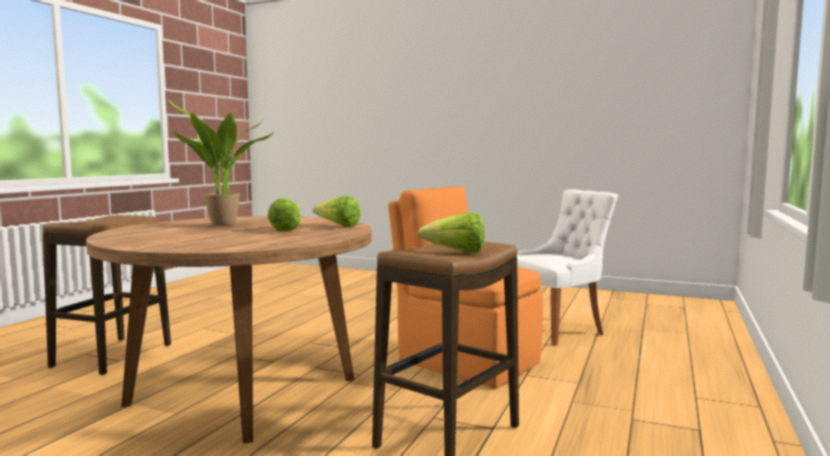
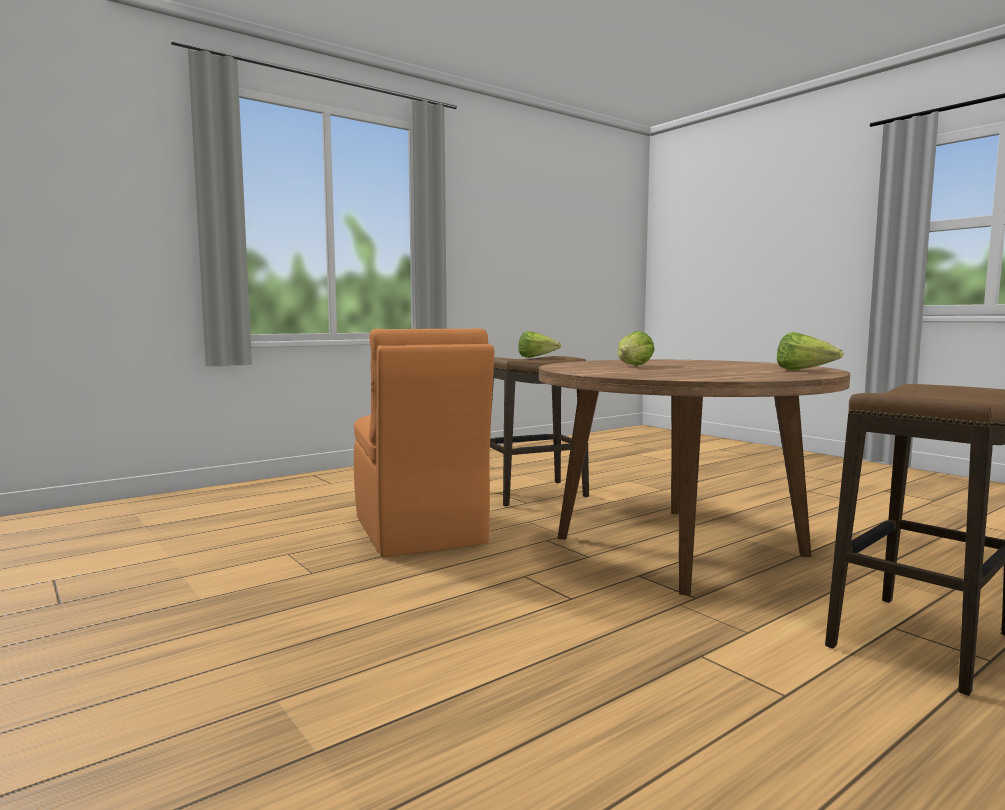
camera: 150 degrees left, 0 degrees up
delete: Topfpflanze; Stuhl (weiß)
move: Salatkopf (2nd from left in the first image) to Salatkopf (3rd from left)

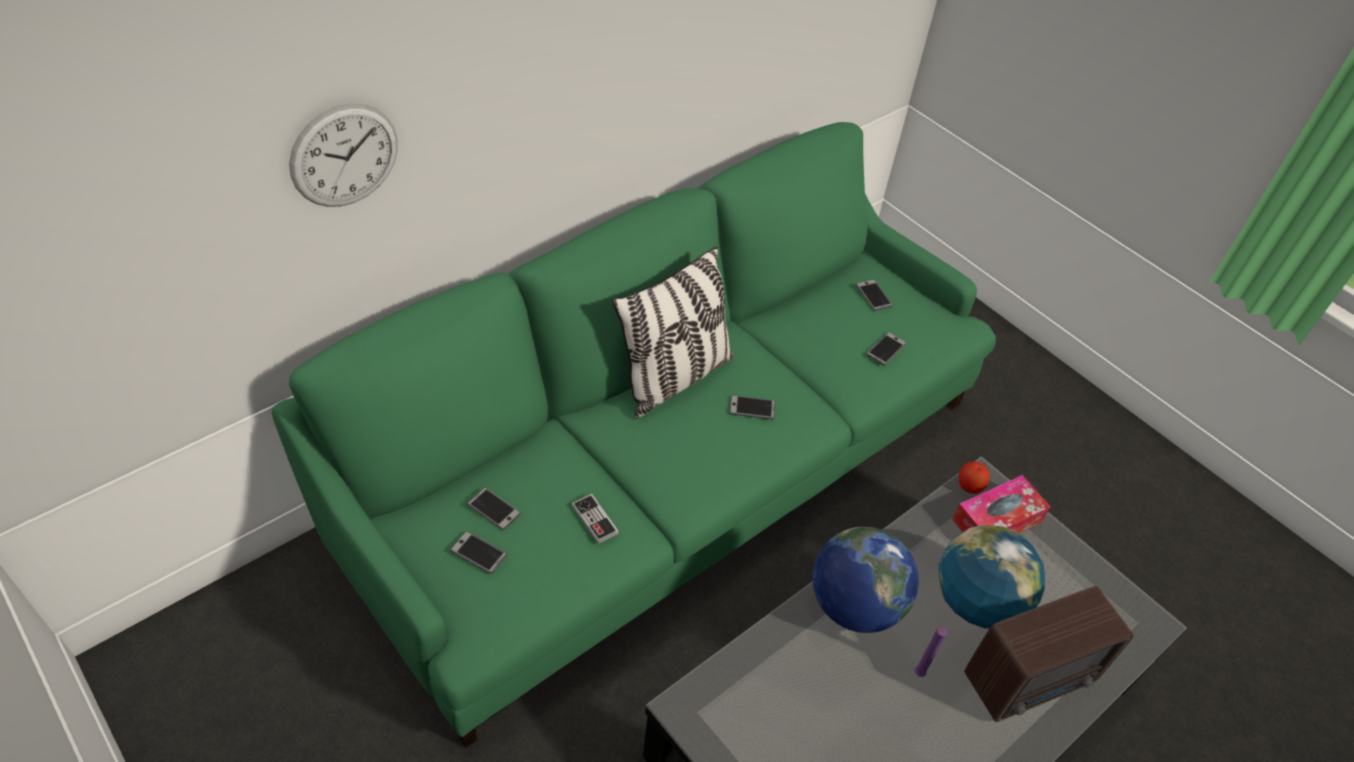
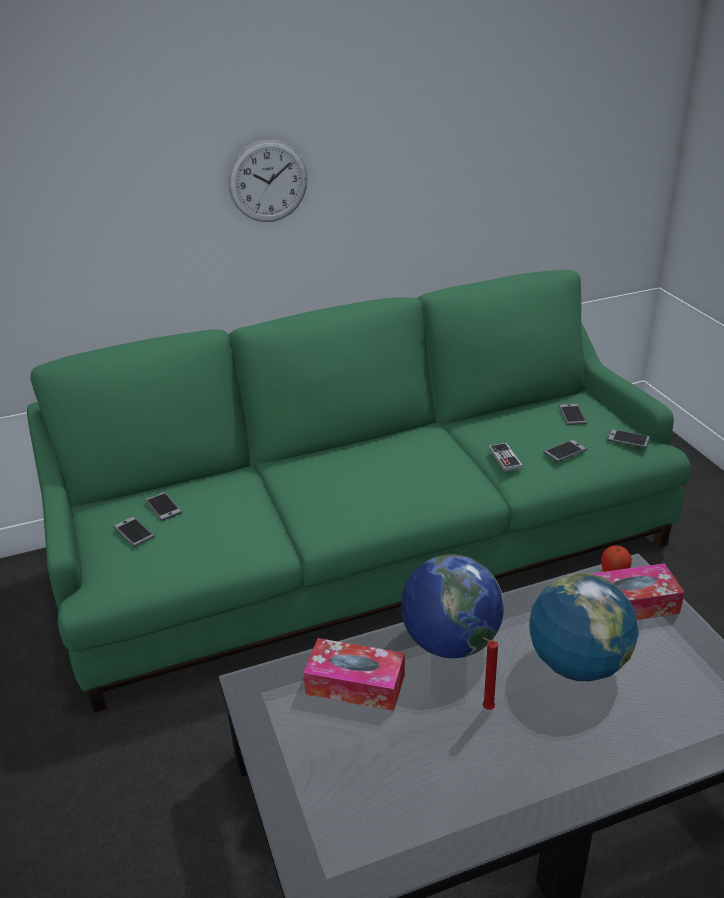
camera: 25 degrees right, 15 degrees down
delete: Kissen; Radio
insert: Taschentuchbox (1st from left)
move: Wanduhr; Handy (3rd from left in the first image) to Handy (5th from left); Gamepad
recolor: Kerze (lila) to Kerze (rot)

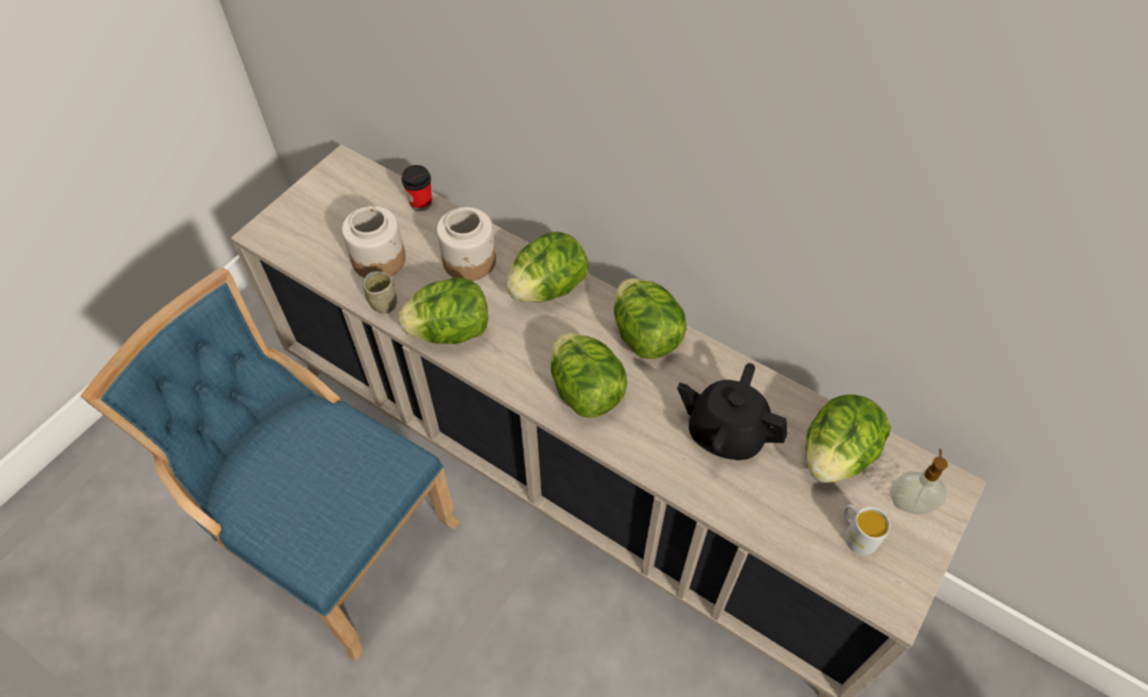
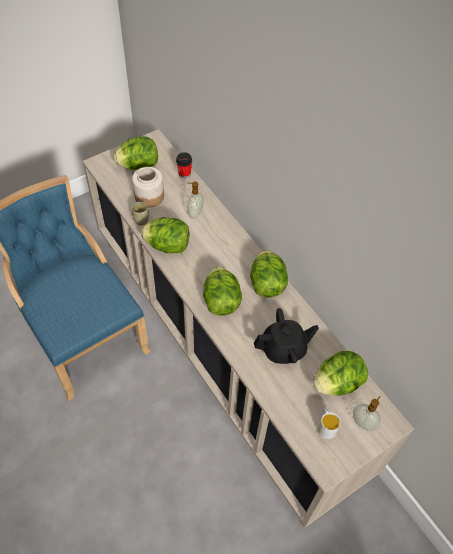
camera: 20 degrees right, 0 degrees up
move: Salatkopf (2nd from left in the first image) to Salatkopf (1st from left)
replace: Vorratsglas (2nd from left) to Seifenspender (1st from left)
rotate: Teekanne (schwarz) 120 degrees clockwise

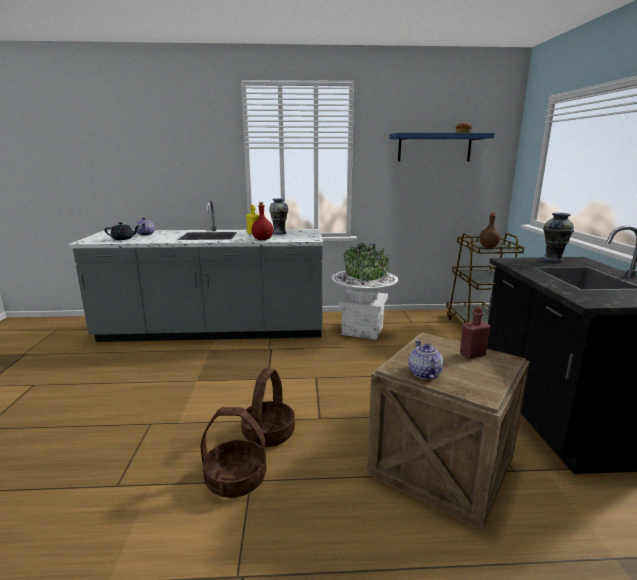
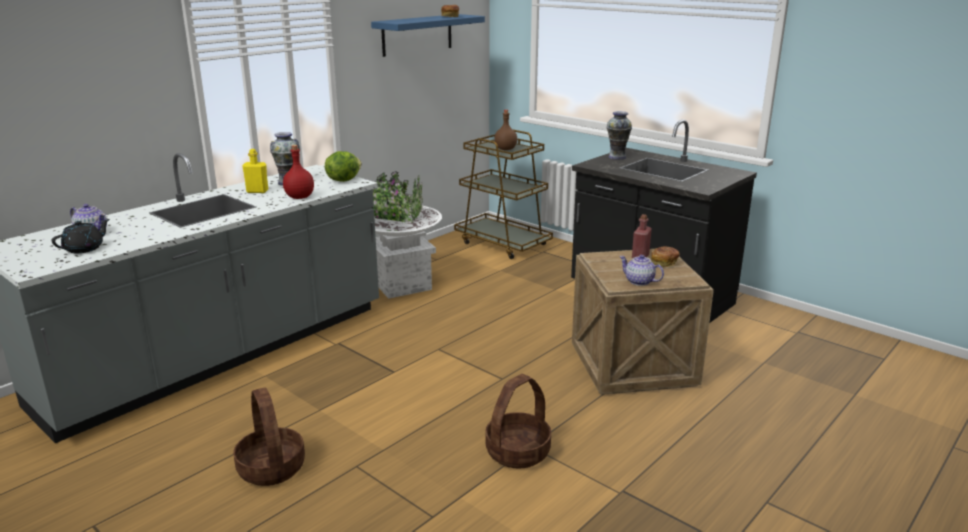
camera: 45 degrees left, 5 degrees up
insert: Salatkopf; Brot (2nd from left)
move: Korb (2nd from left in the first image) to Korb (1st from left)

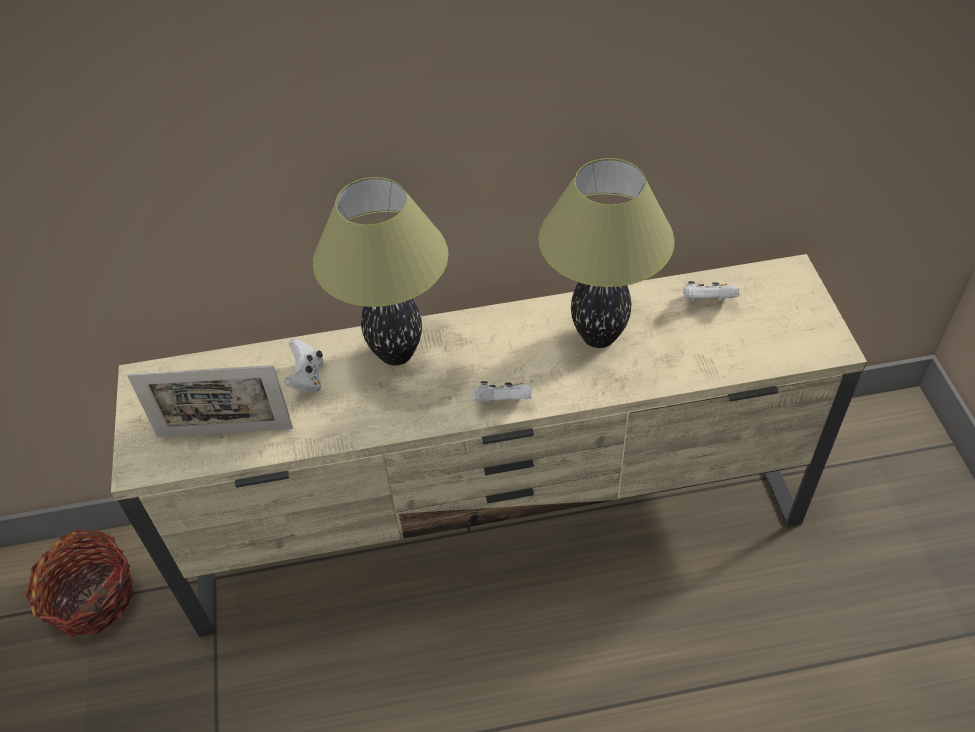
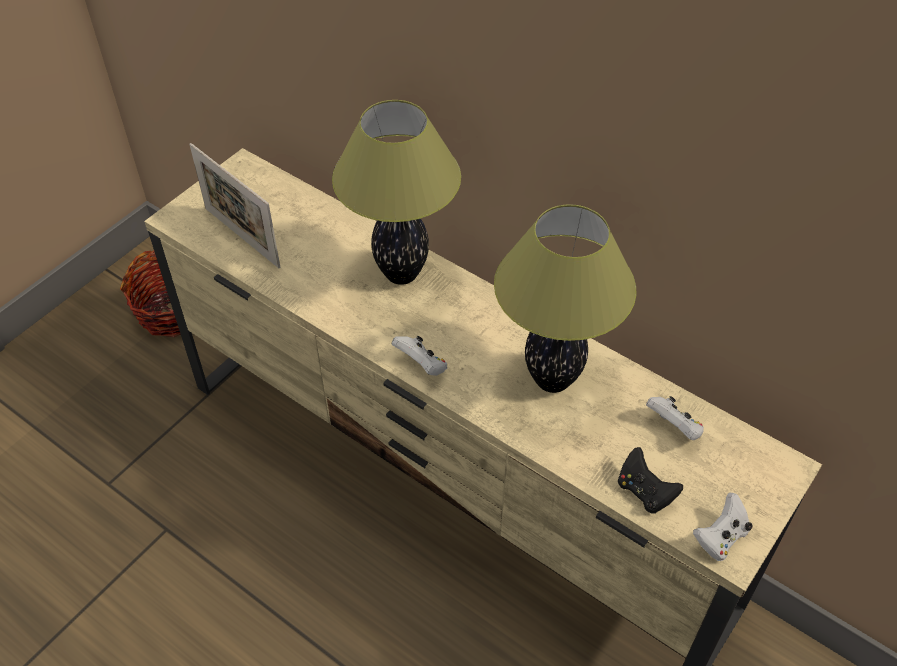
camera: 45 degrees right, 0 degrees up
insert: Gamepad (schwarz)
move: Gamepad (weiß) (1st from left in the first image) to Gamepad (weiß) (3rd from left)

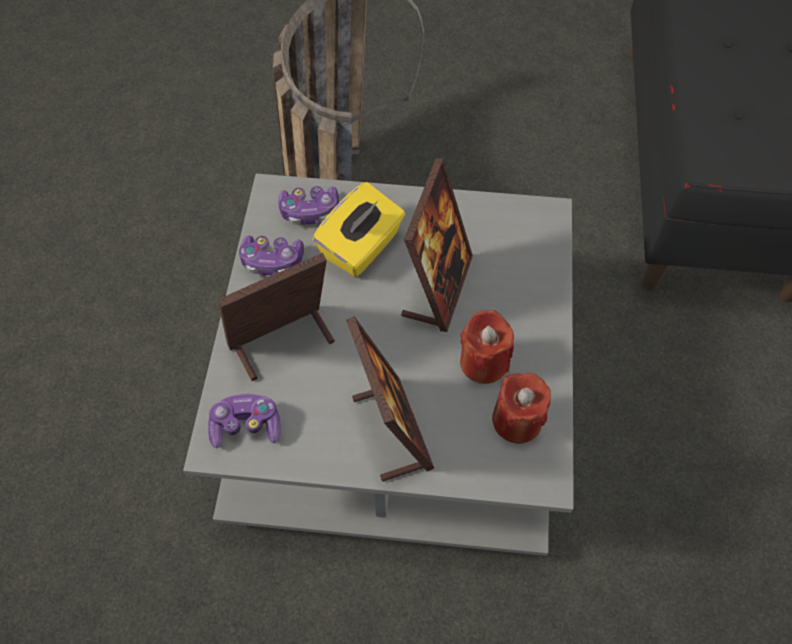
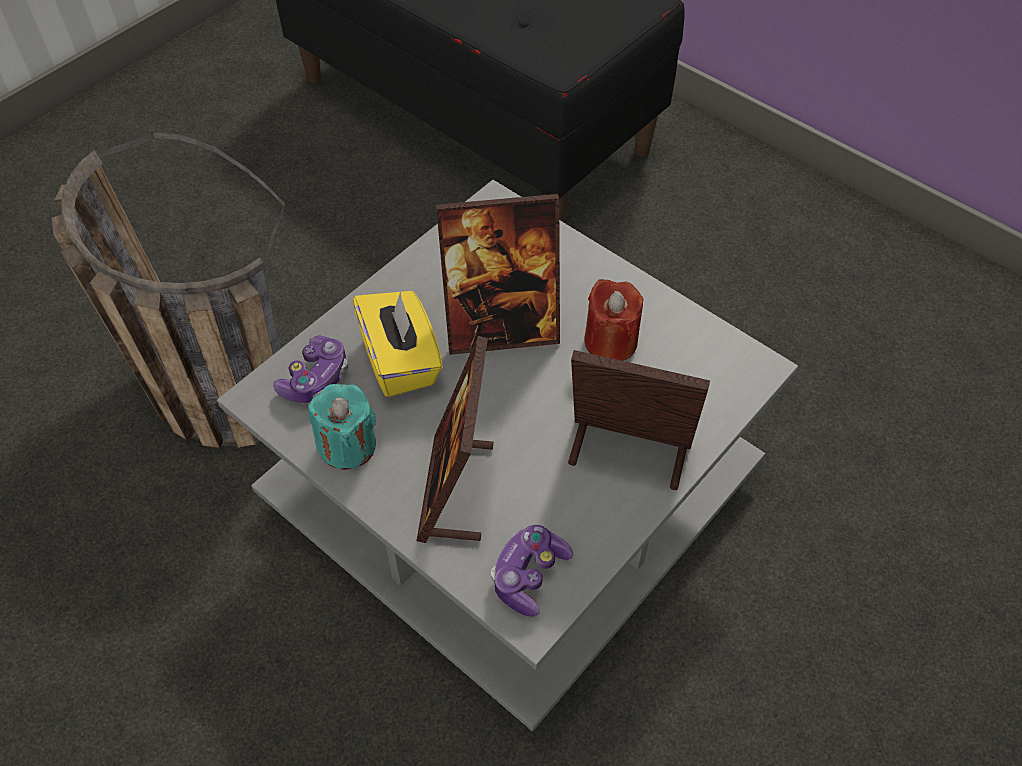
camera: 55 degrees left, 5 degrees down
delete: Kerze (rot) (2nd from left)
replace: Gamepad (2nd from left) to Kerze (türkis)
rotate: Bilderrahmen (3rd from left in the first image) 120 degrees clockwise

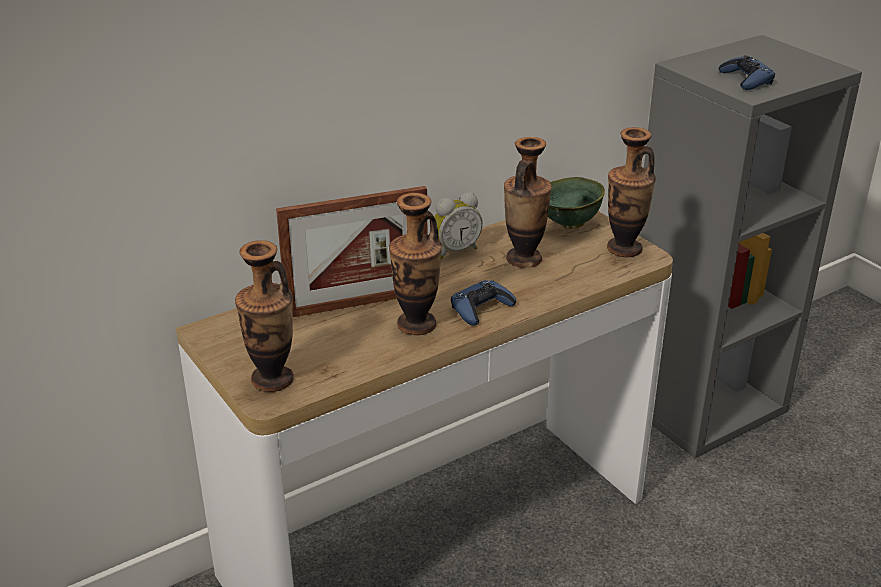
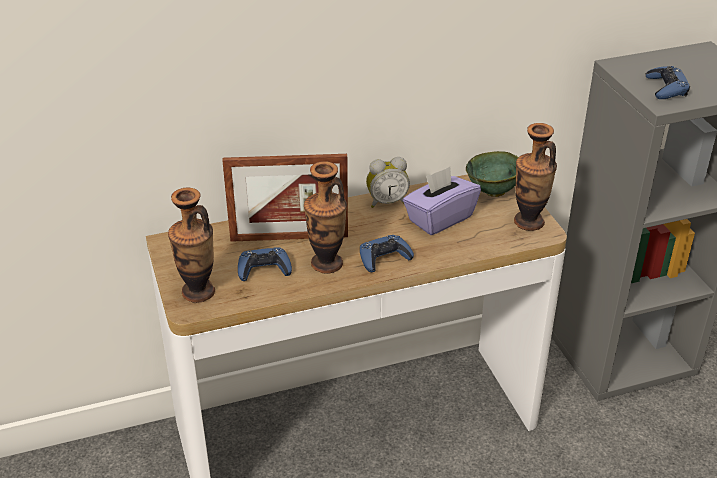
camera: 15 degrees right, 5 degrees up
insert: Gamepad (blau) (1st from left)
replace: Vase (3rd from left) to Taschentuchbox (lila)

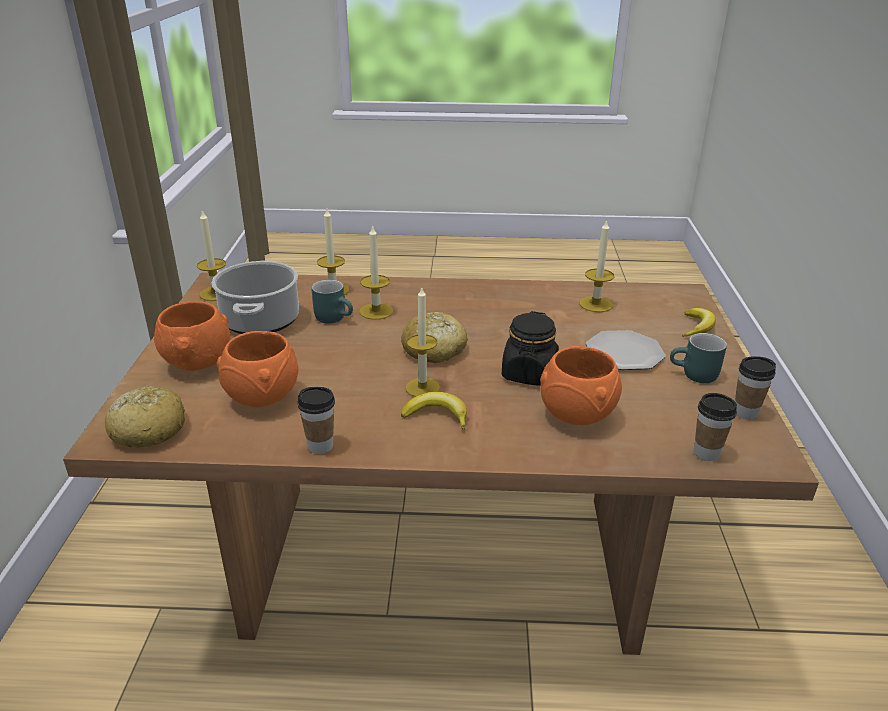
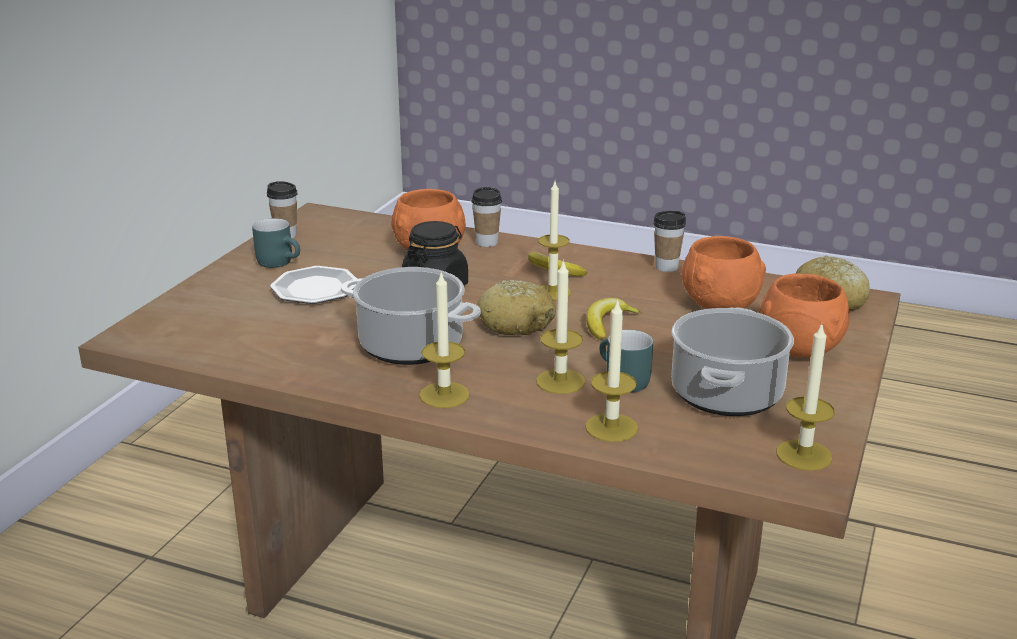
camera: 160 degrees left, 5 degrees down
insert: Kochtopf (1st from left)
move: Kerze (5th from left in the first image) to Kerze (1st from left); Banane (2nd from left); Tasse (2nd from left)

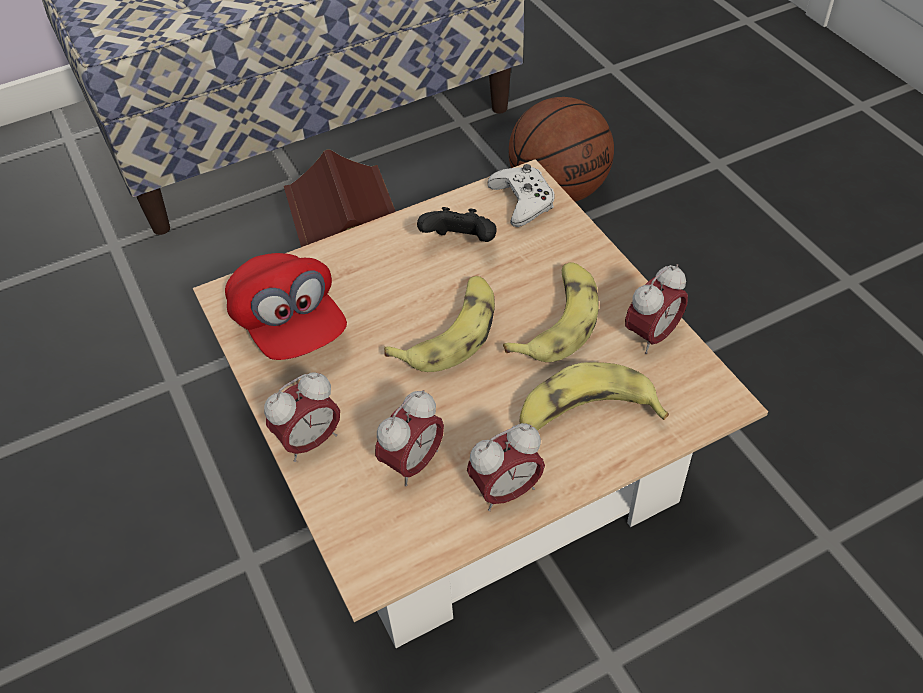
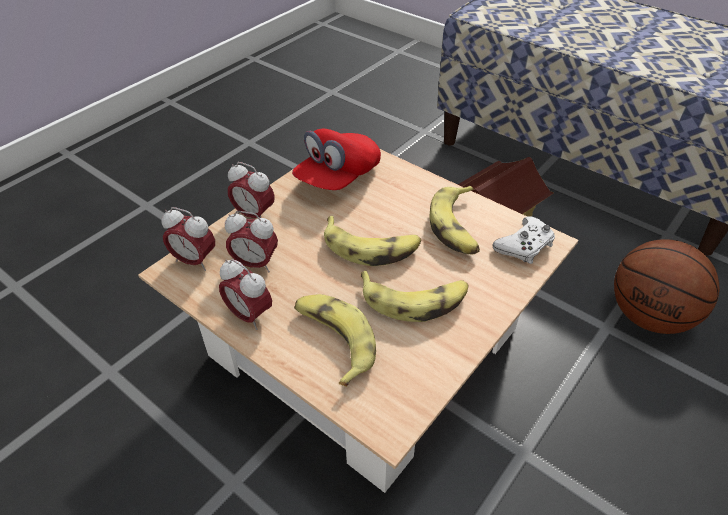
camera: 65 degrees right, 5 degrees down
move: Wecker (4th from left in the first image) to Wecker (1st from left)
replace: Gamepad (schwarz) to Banane (4th from left)

